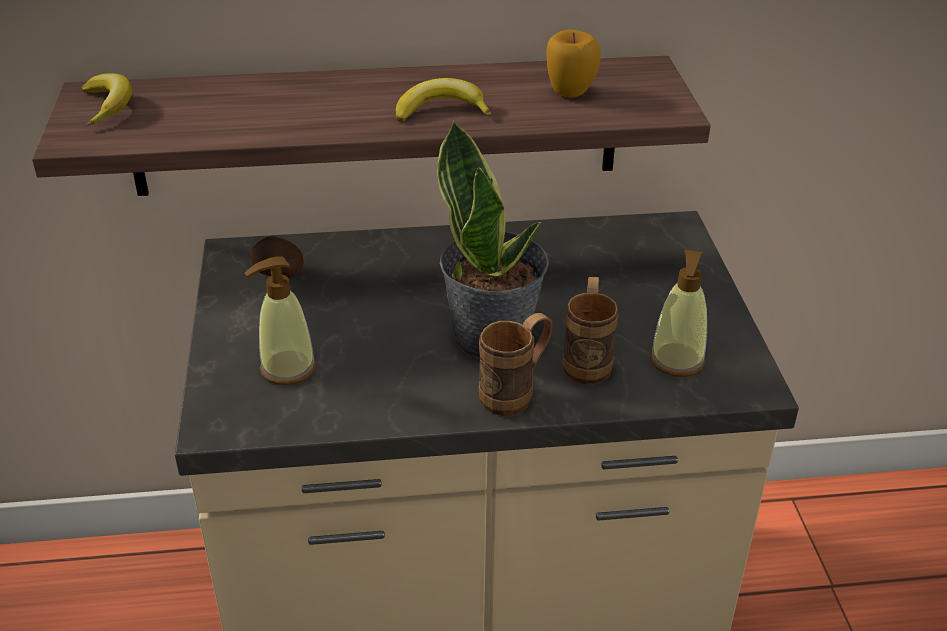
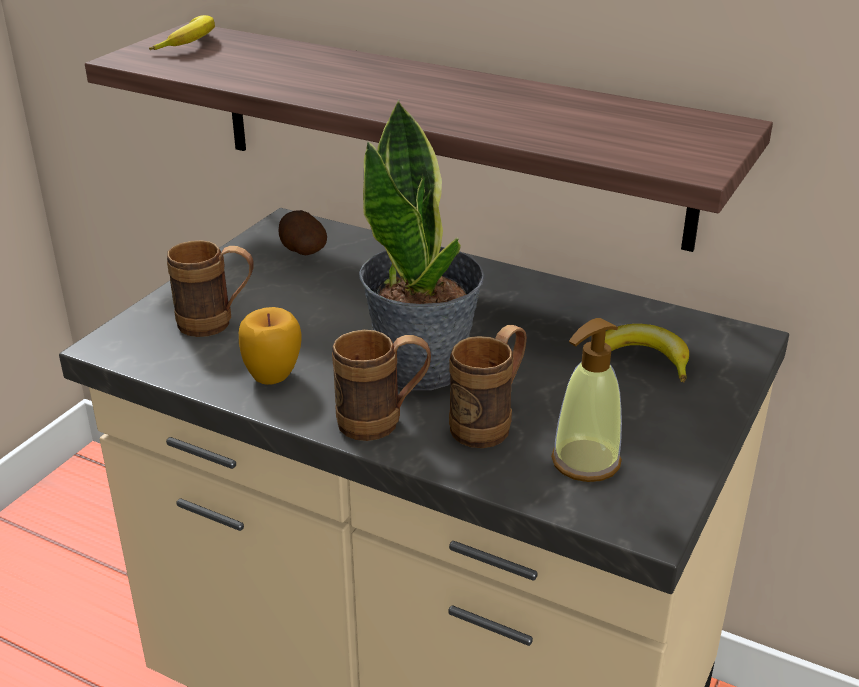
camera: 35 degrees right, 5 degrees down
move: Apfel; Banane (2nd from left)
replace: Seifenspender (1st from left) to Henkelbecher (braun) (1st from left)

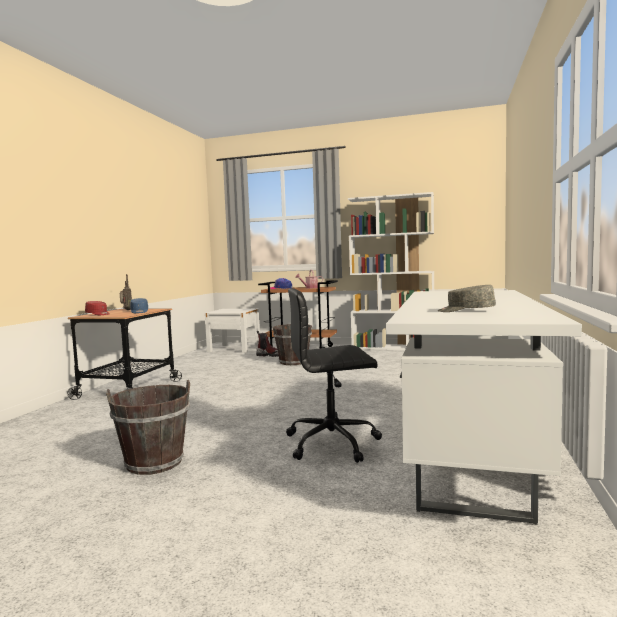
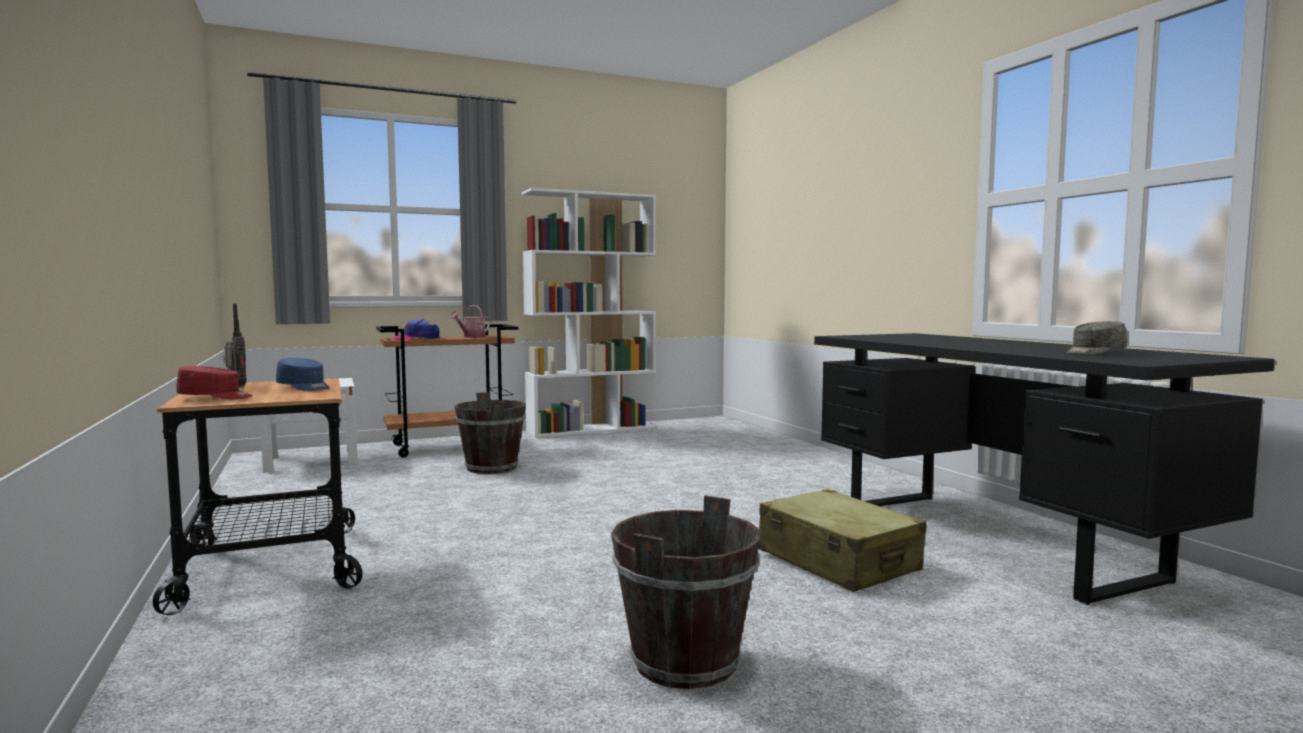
camera: 40 degrees left, 0 degrees up
delete: Stiefel
replace: Bürostuhl (schwarz) to Koffer (beige)
recolor: Schreibtisch (weiß) to Schreibtisch (schwarz)

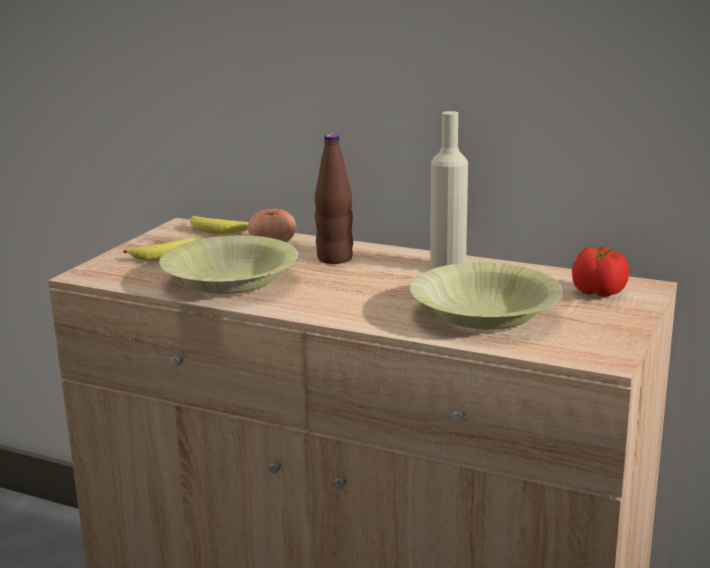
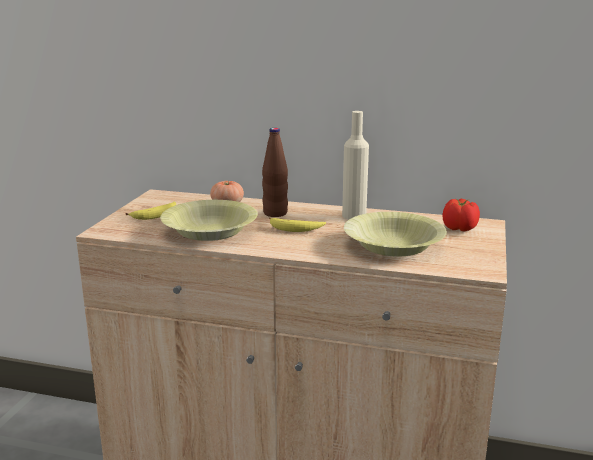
camera: 10 degrees left, 0 degrees up
move: Banane (2nd from left)

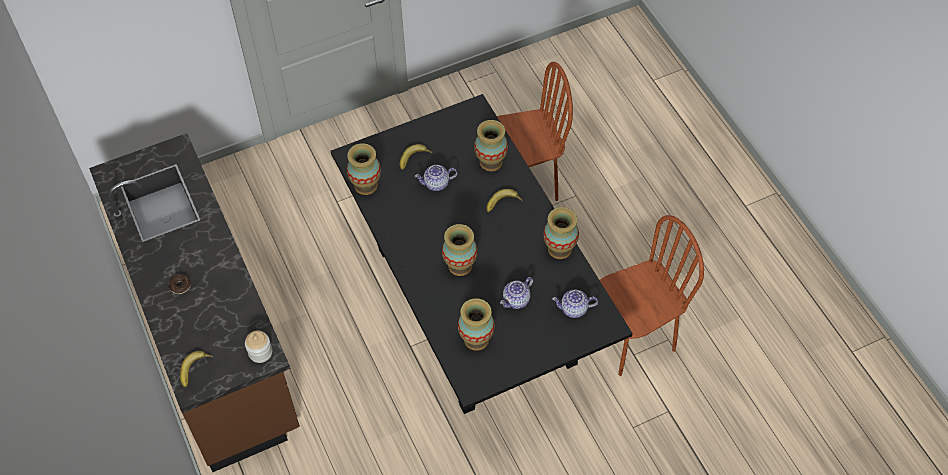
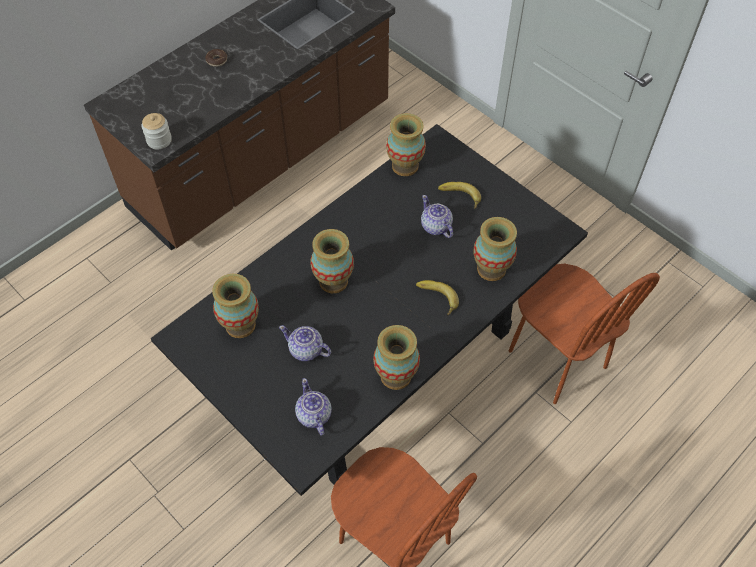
camera: 70 degrees right, 0 degrees up
delete: Banane (1st from left)

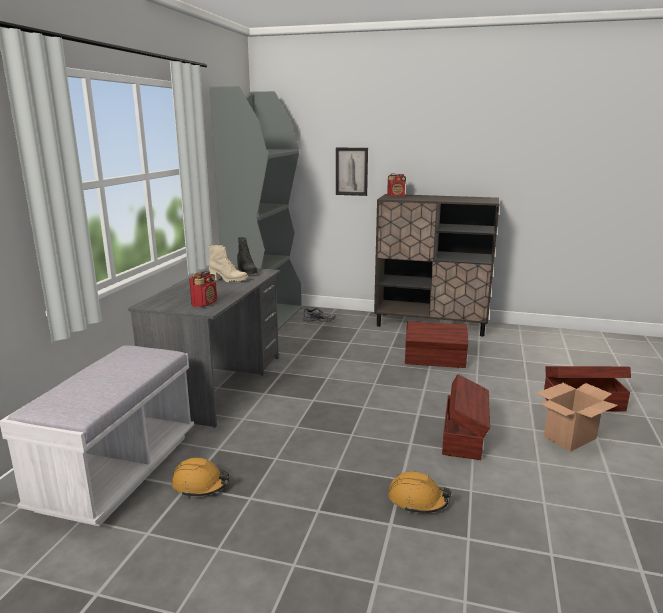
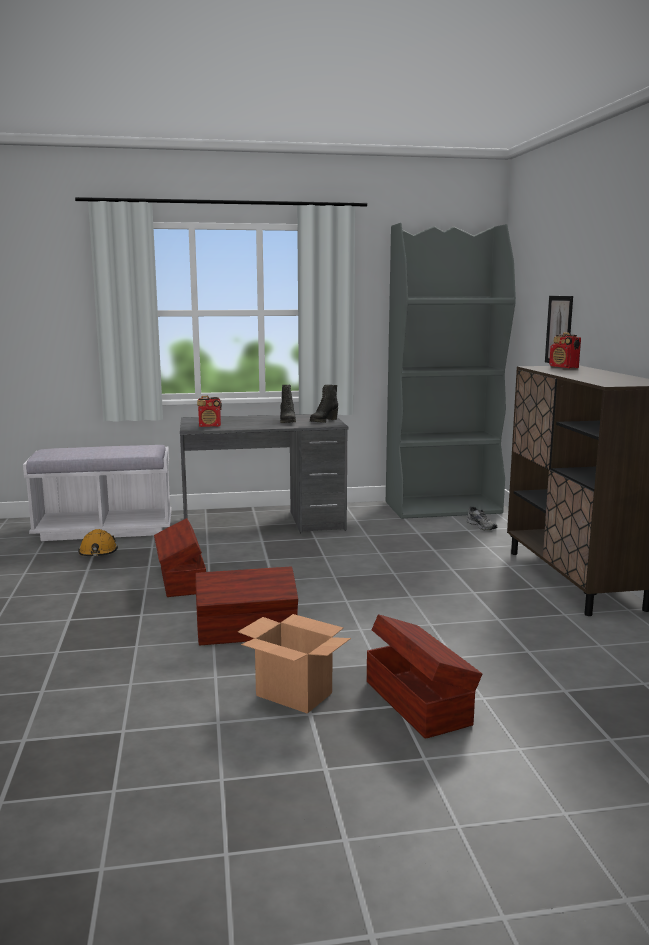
camera: 65 degrees right, 5 degrees down
delete: Schutzhelm (orange) (2nd from left)
move: Aufbewahrungsbox (braun) (1st from left)
recolor: Stiefel (beige) to Stiefel (schwarz) (1st from left)

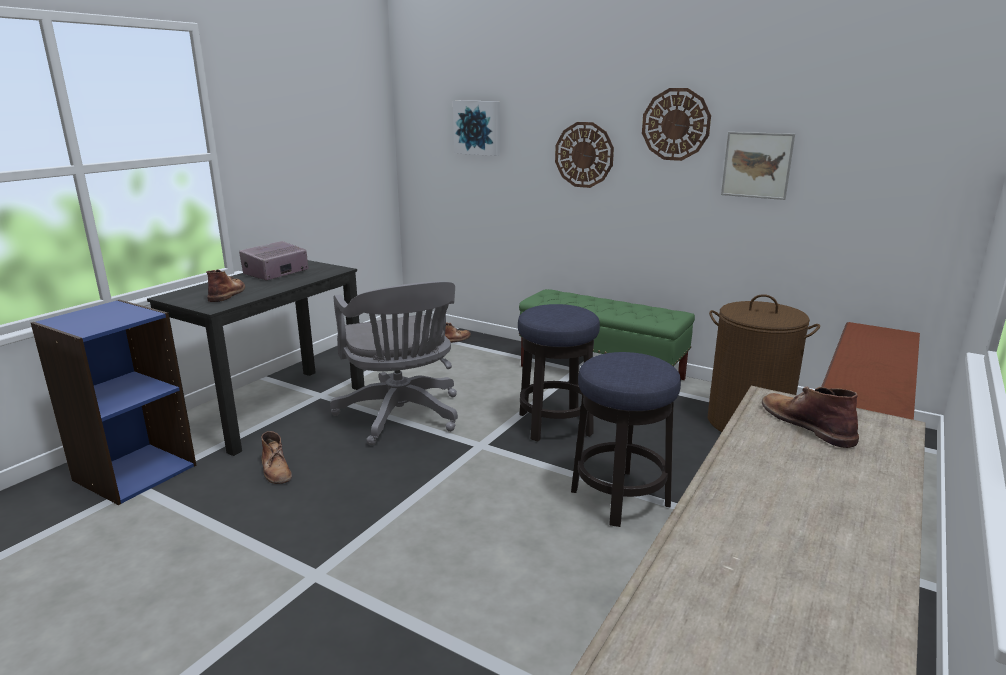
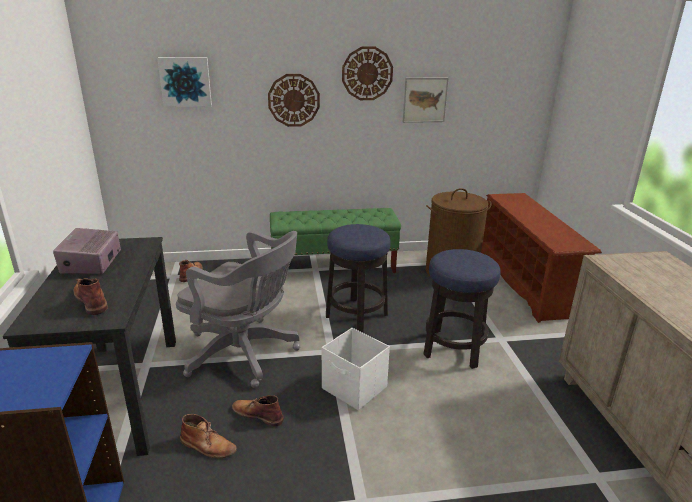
camera: 40 degrees left, 5 degrees up
insert: Aufbewahrungsbox (weiß)
move: Stiefel (braun) (4th from left)

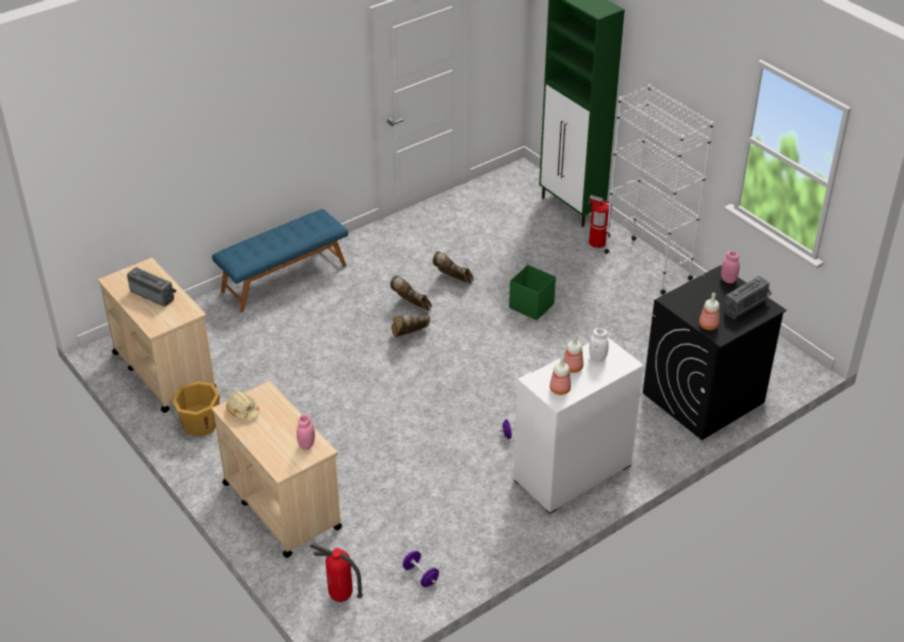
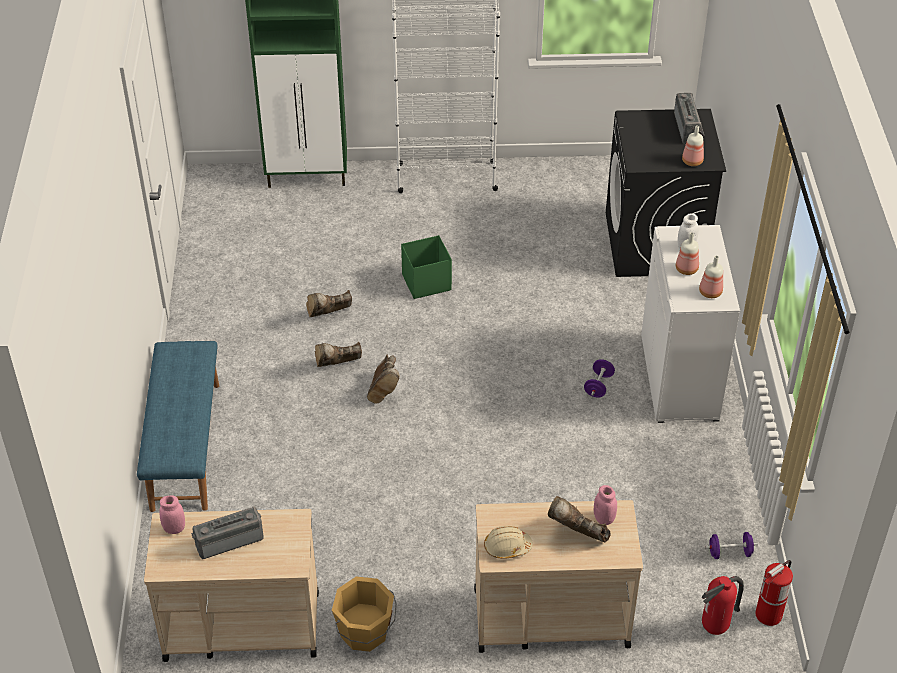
camera: 55 degrees left, 5 degrees up
insert: Stiefel (braun) (4th from left)
move: Feuerlöscher (2nd from left); Vorratsglas (rosa) (2nd from left in the first image) to Vorratsglas (rosa) (1st from left)

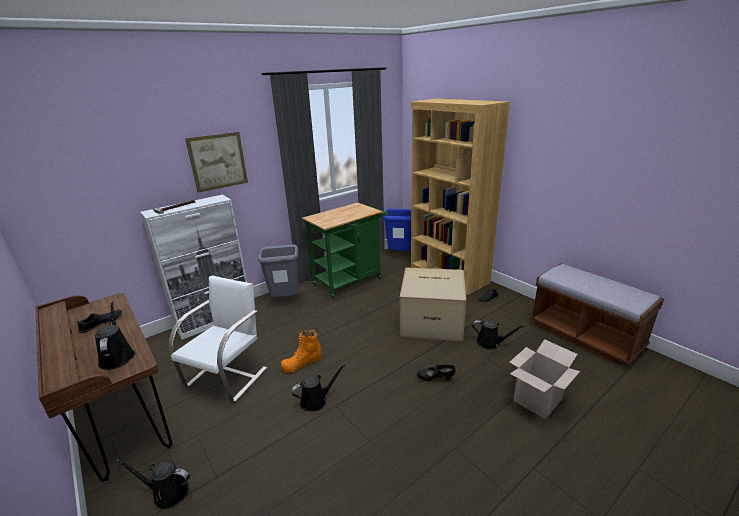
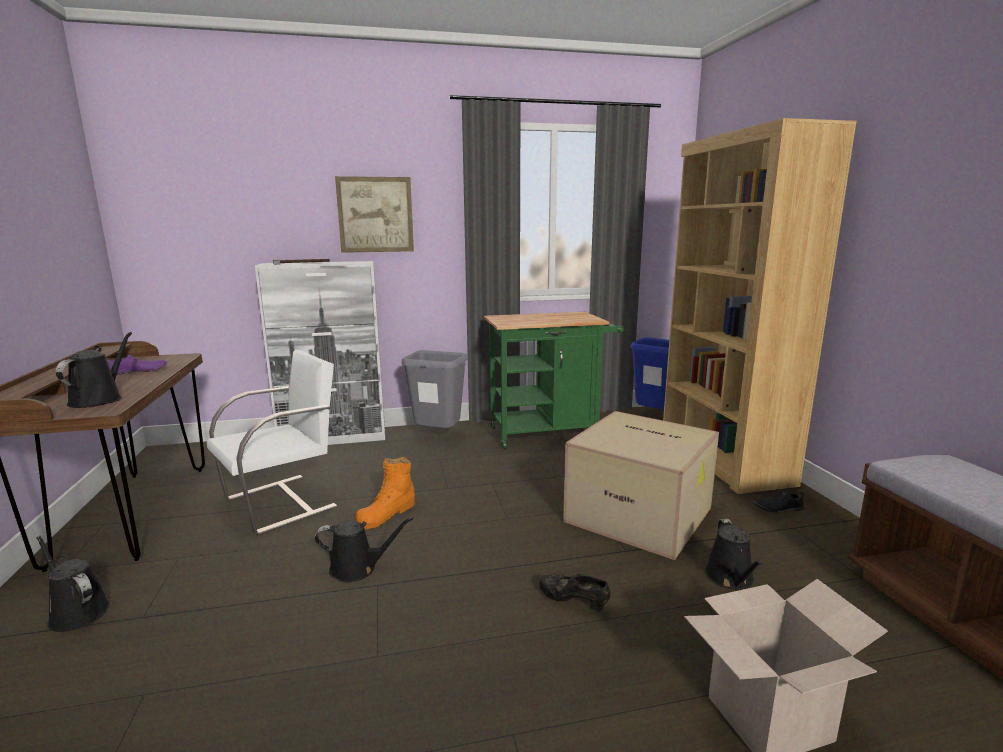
camera: 25 degrees right, 10 degrees down
recolor: Schuh (schwarz) (1st from left) to Schuh (lila)
rotate: Gießkanne (schwarz) (4th from left) 45 degrees clockwise; Stiefel (orange) 45 degrees counterclockwise

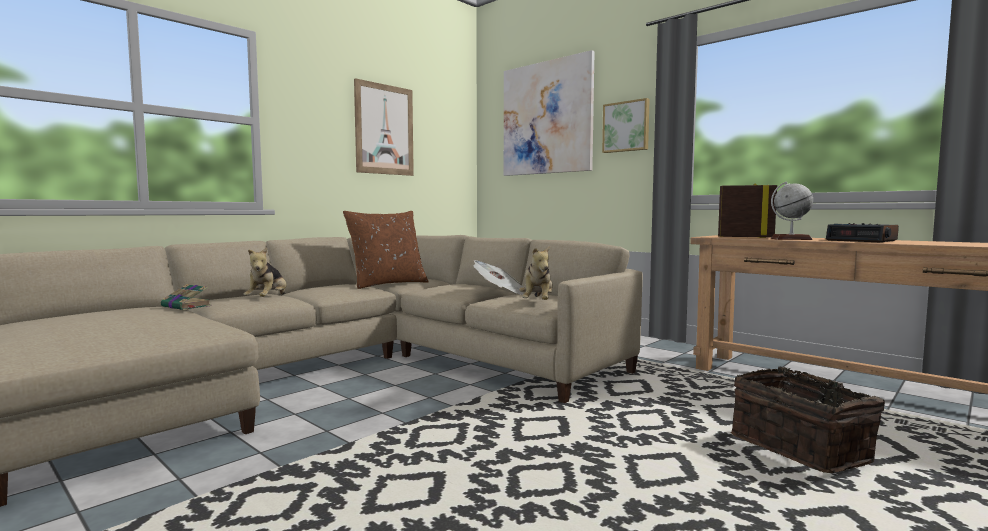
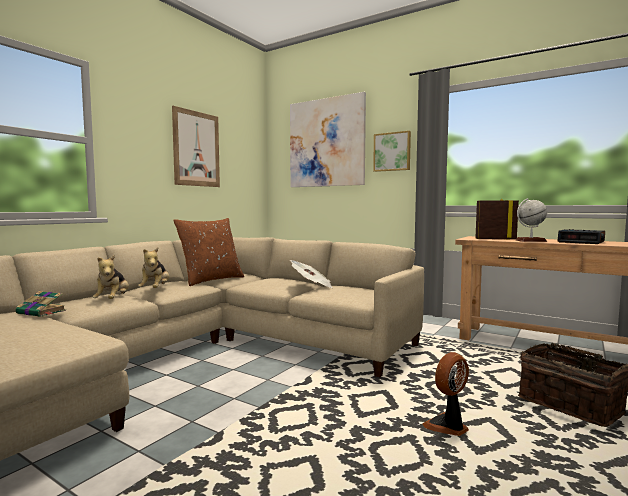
camera: 10 degrees left, 0 degrees up
insert: Ventilator
move: Plüschtier (2nd from left)

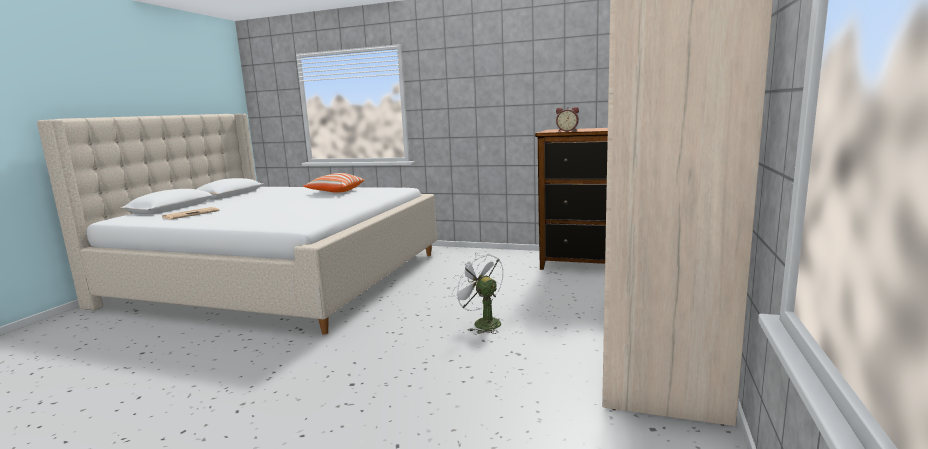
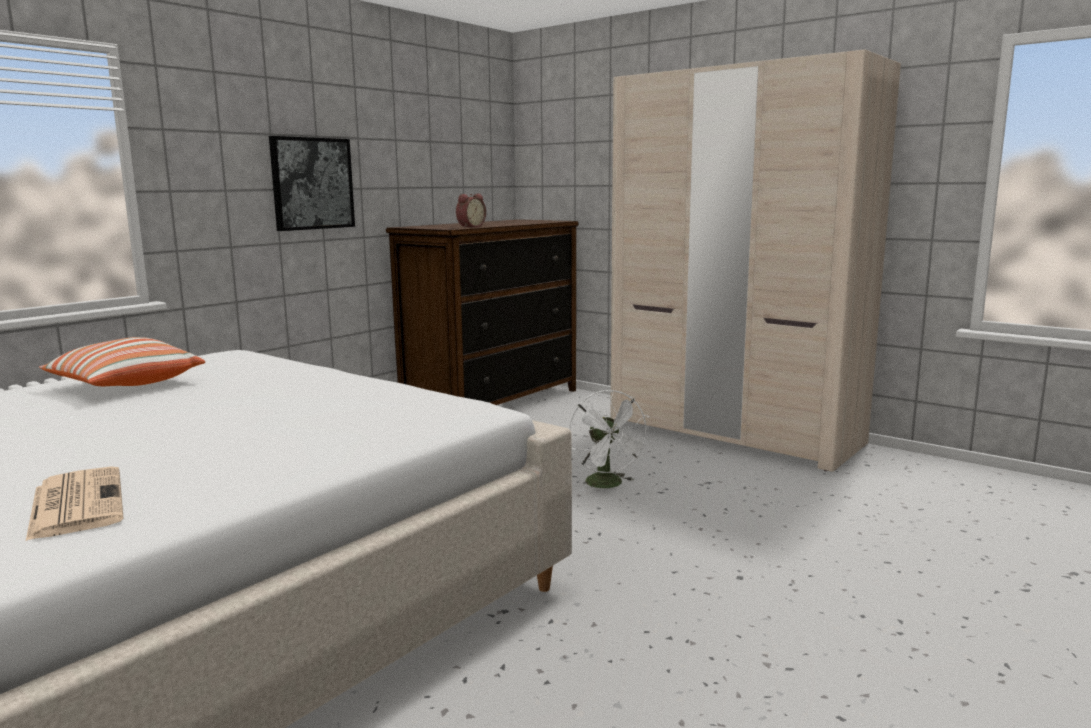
camera: 70 degrees left, 0 degrees up
insert: Bild
rotate: Ventilator (weiß) 90 degrees counterclockwise

